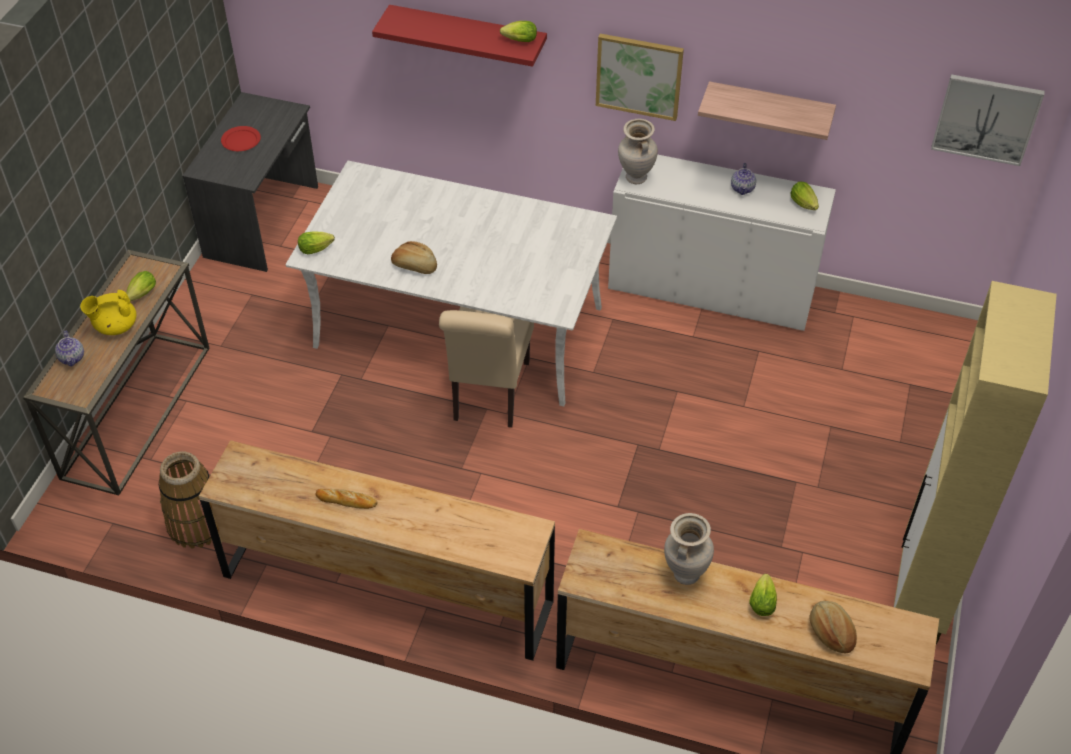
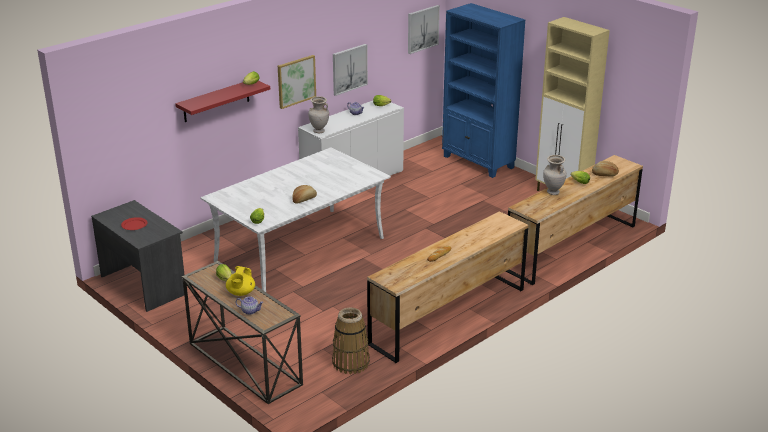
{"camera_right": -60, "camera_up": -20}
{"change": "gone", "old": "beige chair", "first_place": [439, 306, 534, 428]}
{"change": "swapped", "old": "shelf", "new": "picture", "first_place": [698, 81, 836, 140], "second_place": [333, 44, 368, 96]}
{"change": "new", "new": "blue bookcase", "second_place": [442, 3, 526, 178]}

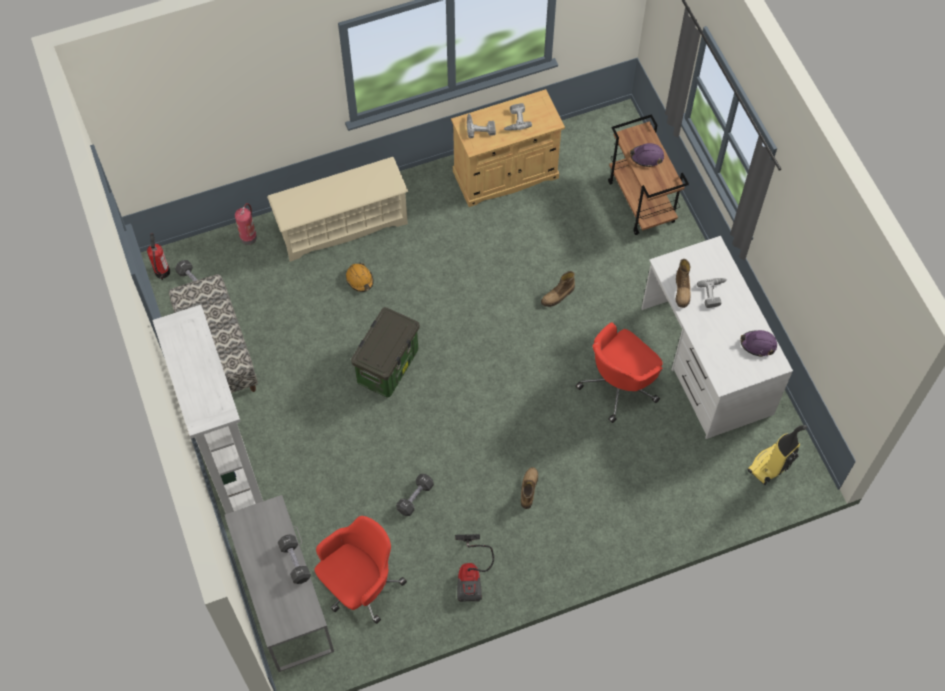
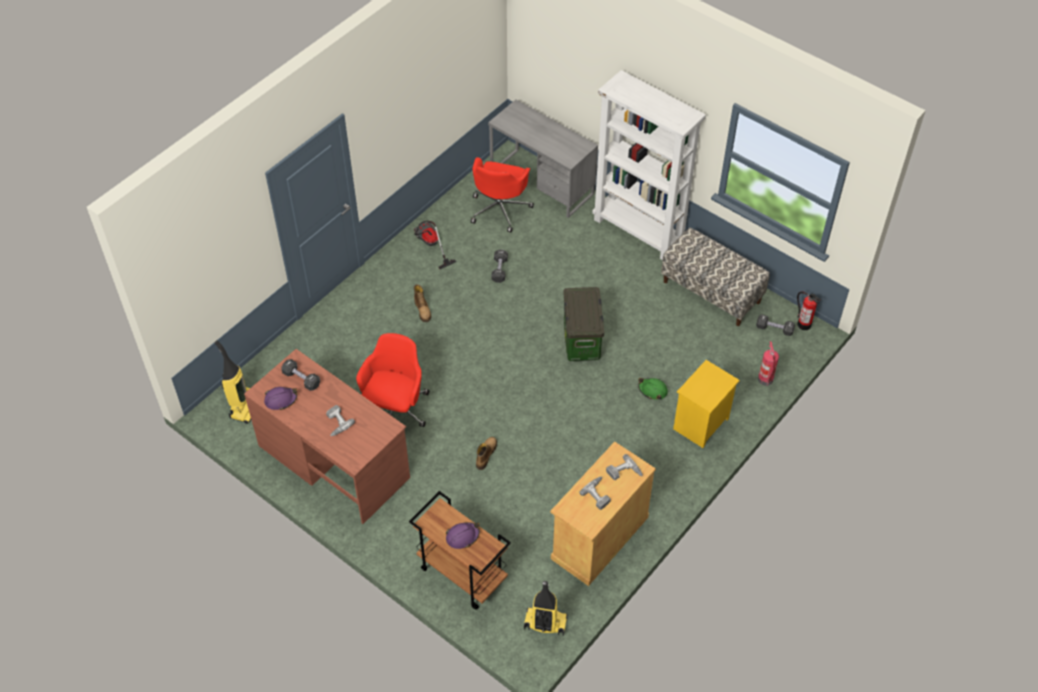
{"camera_right": 150, "camera_up": -10}
{"change": "swapped", "old": "beige shoe rack", "new": "yellow nightstand", "first_place": [267, 157, 408, 262], "second_place": [673, 360, 740, 448]}
{"change": "shifted", "old": "black dumbbell", "first_place": [278, 535, 311, 584], "second_place": [281, 359, 320, 391]}
{"change": "repainted", "old": "orange hard hat", "new": "green hard hat", "first_place": [346, 263, 374, 292], "second_place": [638, 378, 668, 400]}
{"change": "repainted", "old": "white desk", "new": "brown desk", "first_place": [641, 236, 793, 439], "second_place": [244, 349, 410, 524]}
{"change": "gone", "old": "boot", "first_place": [676, 259, 690, 308]}
{"change": "new", "new": "vacuum cleaner", "second_place": [524, 581, 568, 636]}

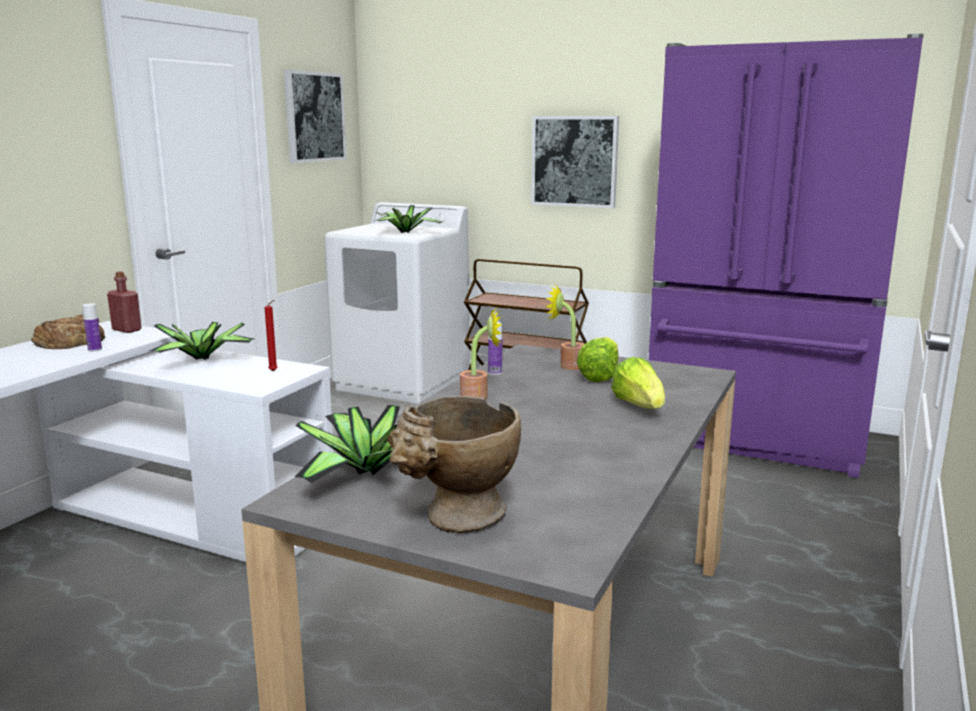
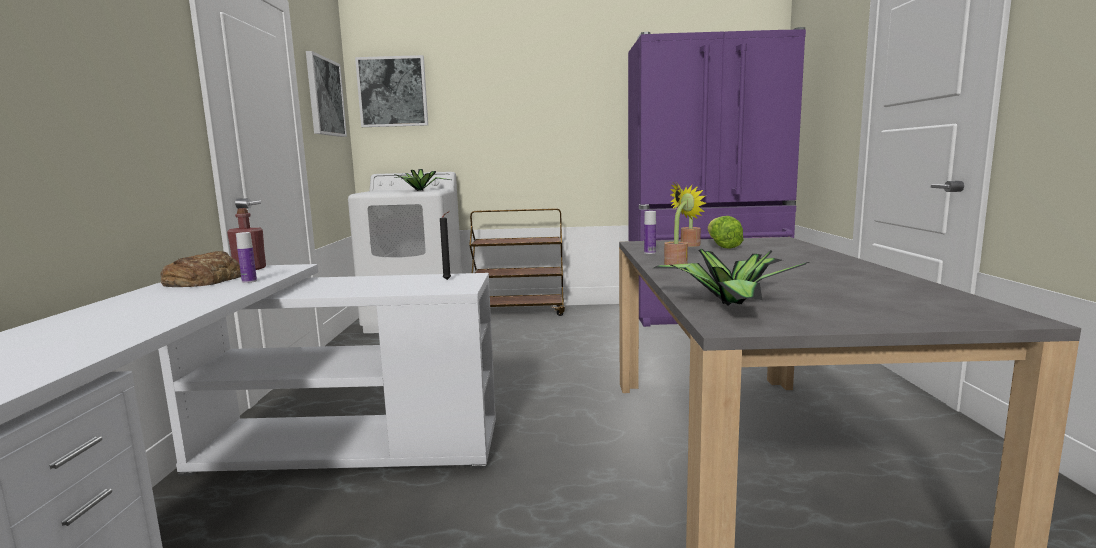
{"camera_right": -25, "camera_up": -5}
{"change": "gone", "old": "potted plant", "first_place": [149, 322, 254, 360]}
{"change": "repainted", "old": "red candle", "new": "black candle", "first_place": [265, 300, 278, 371], "second_place": [440, 211, 451, 280]}
{"change": "gone", "old": "beige vase", "first_place": [387, 396, 521, 533]}
{"change": "shifted", "old": "picture", "first_place": [531, 116, 619, 208], "second_place": [355, 55, 428, 127]}
{"change": "gone", "old": "lettuce", "first_place": [611, 357, 665, 409]}

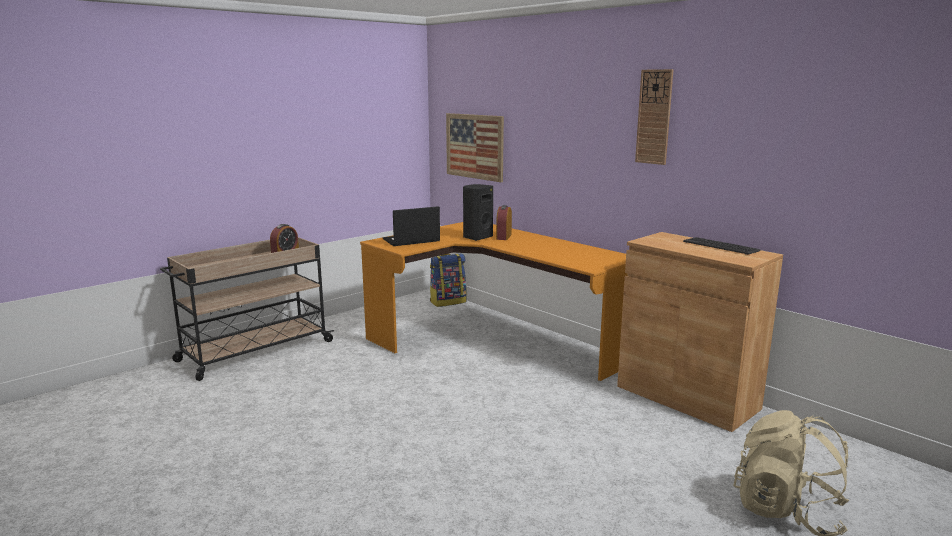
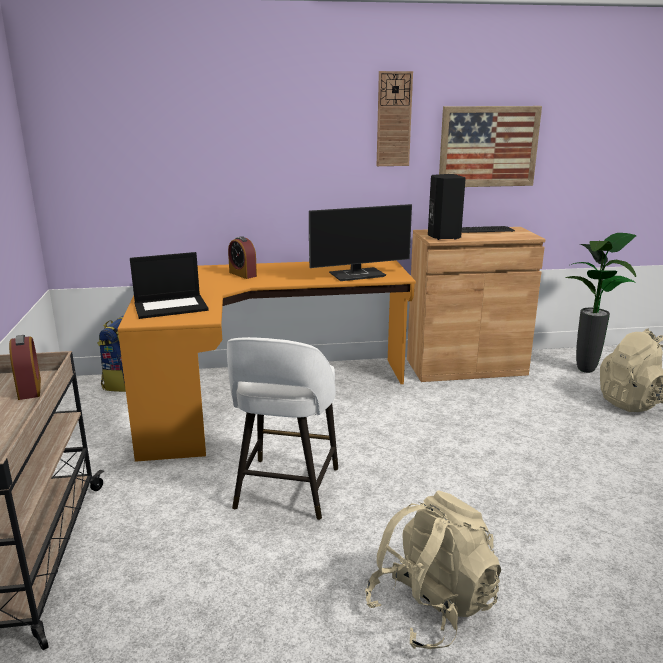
{"camera_right": -55, "camera_up": 5}
{"change": "rotated", "old": "laptop", "first_place": [383, 206, 440, 246], "second_place": [130, 252, 209, 319], "degrees": -120}
{"change": "shifted", "old": "picture", "first_place": [446, 113, 504, 182], "second_place": [439, 106, 542, 187]}
{"change": "shifted", "old": "black speaker", "first_place": [463, 184, 493, 241], "second_place": [428, 174, 466, 240]}
{"change": "new", "new": "white stool", "second_place": [227, 337, 338, 520]}
{"change": "new", "new": "monitor", "second_place": [309, 204, 412, 281]}
{"change": "new", "new": "beige backpack", "second_place": [365, 490, 501, 649]}
{"change": "new", "new": "potted plant", "second_place": [565, 233, 637, 373]}

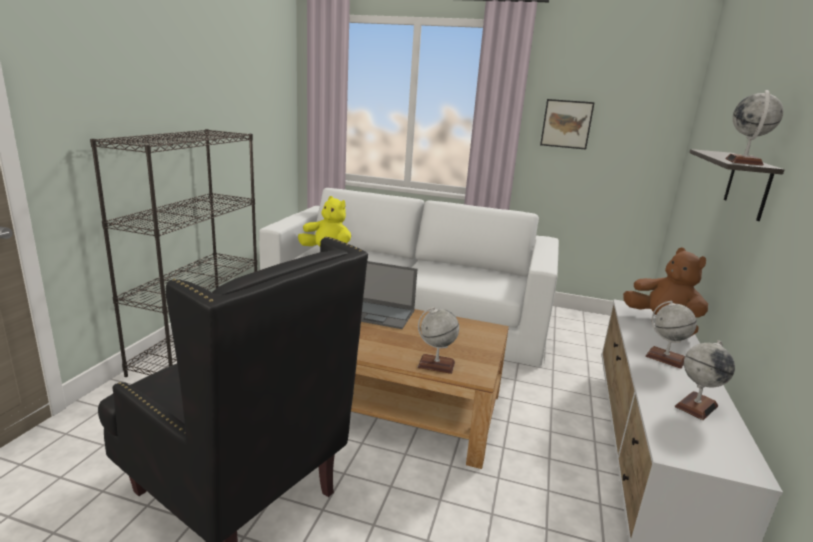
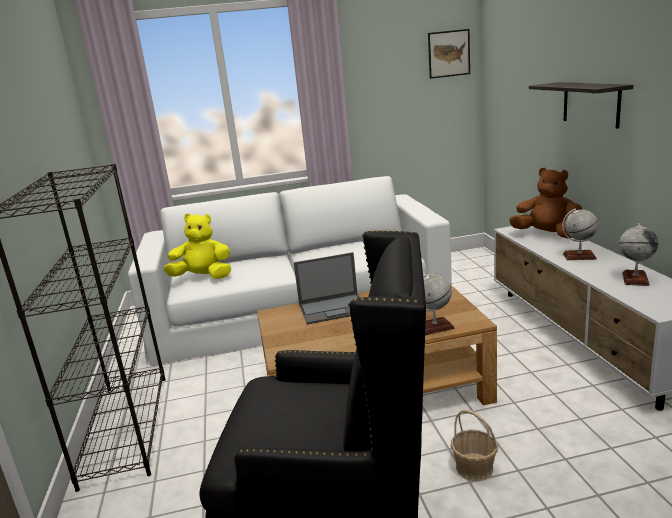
{"camera_right": -25, "camera_up": 0}
{"change": "shifted", "old": "picture", "first_place": [540, 99, 595, 150], "second_place": [428, 29, 470, 79]}
{"change": "gone", "old": "globe", "first_place": [725, 90, 783, 166]}
{"change": "new", "new": "basket", "second_place": [451, 410, 498, 481]}

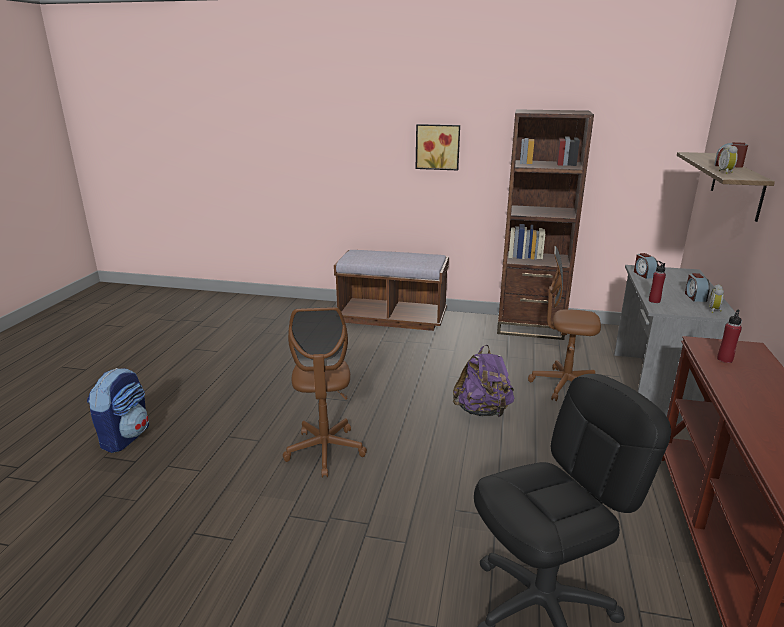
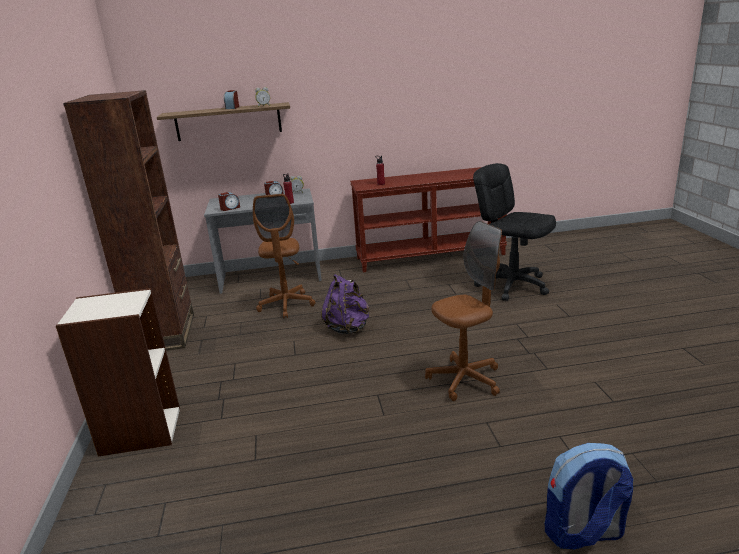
{"camera_right": -110, "camera_up": 0}
{"change": "swapped", "old": "brown bench", "new": "bookcase", "first_place": [334, 250, 449, 331], "second_place": [56, 288, 180, 457]}
{"change": "gone", "old": "picture", "first_place": [416, 124, 460, 170]}

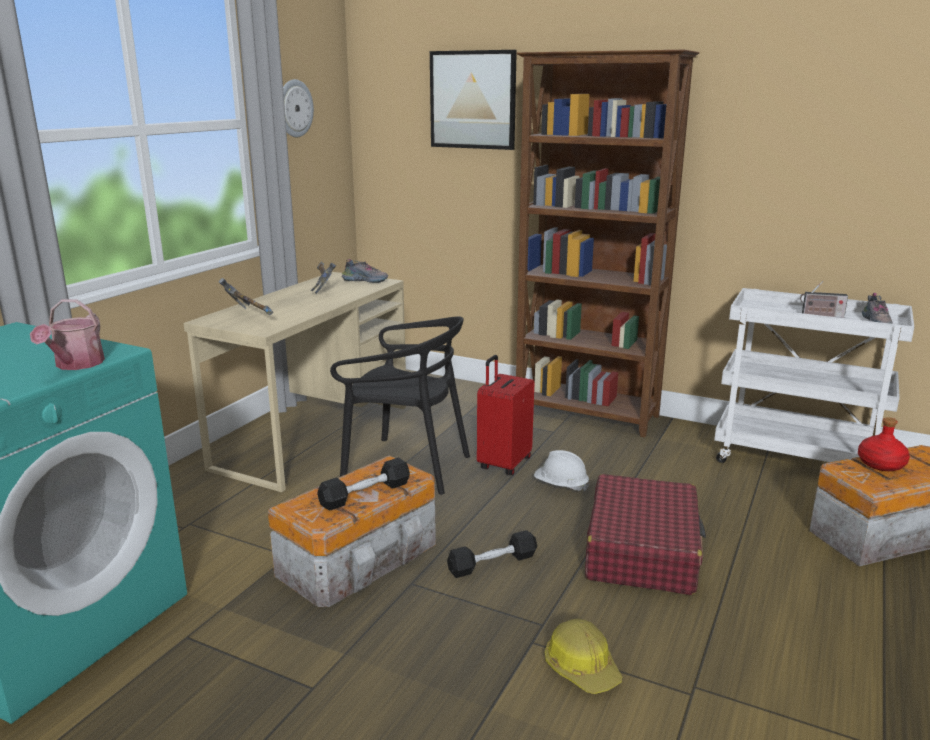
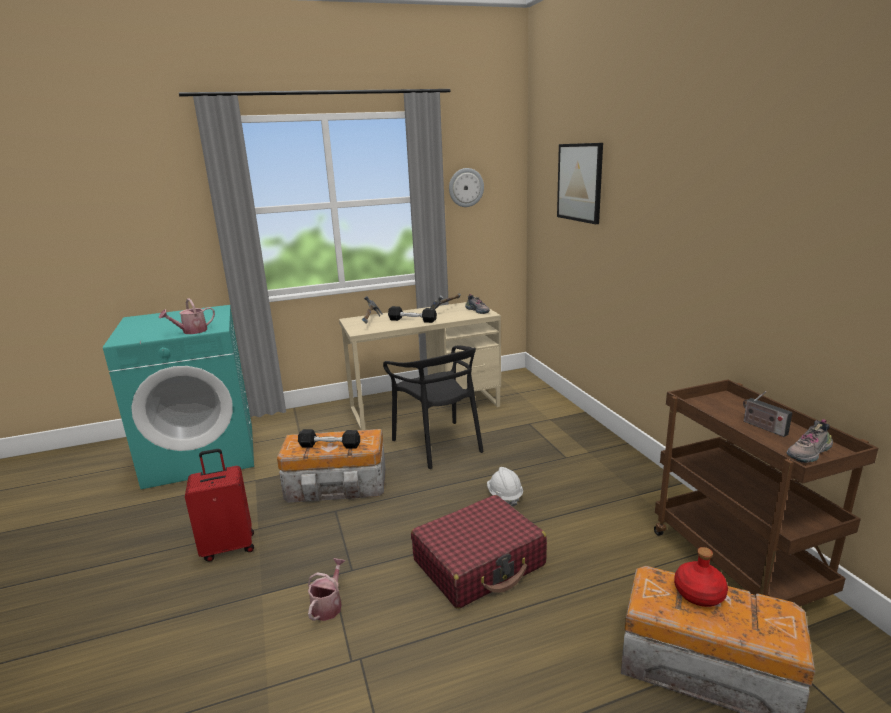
{"camera_right": 45, "camera_up": 0}
{"change": "shifted", "old": "black dumbbell", "first_place": [447, 530, 537, 578], "second_place": [388, 306, 437, 323]}
{"change": "shifted", "old": "red suitcase", "first_place": [477, 355, 535, 475], "second_place": [185, 449, 254, 562]}
{"change": "gone", "old": "brown bookcase", "first_place": [516, 50, 699, 437]}
{"change": "swapped", "old": "hard hat", "new": "watering can", "first_place": [545, 619, 622, 694], "second_place": [308, 558, 345, 621]}
{"change": "repainted", "old": "white cart", "new": "brown cart", "first_place": [714, 288, 914, 463], "second_place": [654, 379, 878, 606]}

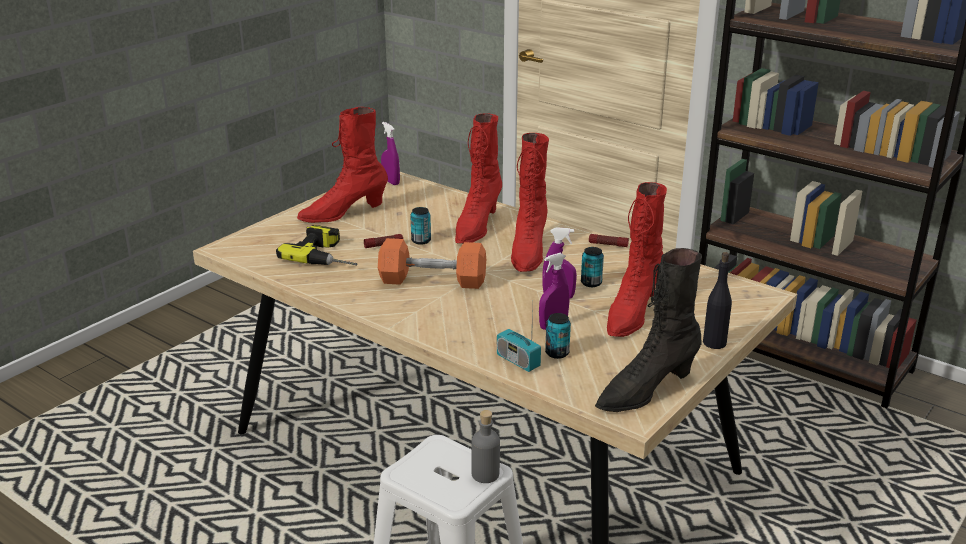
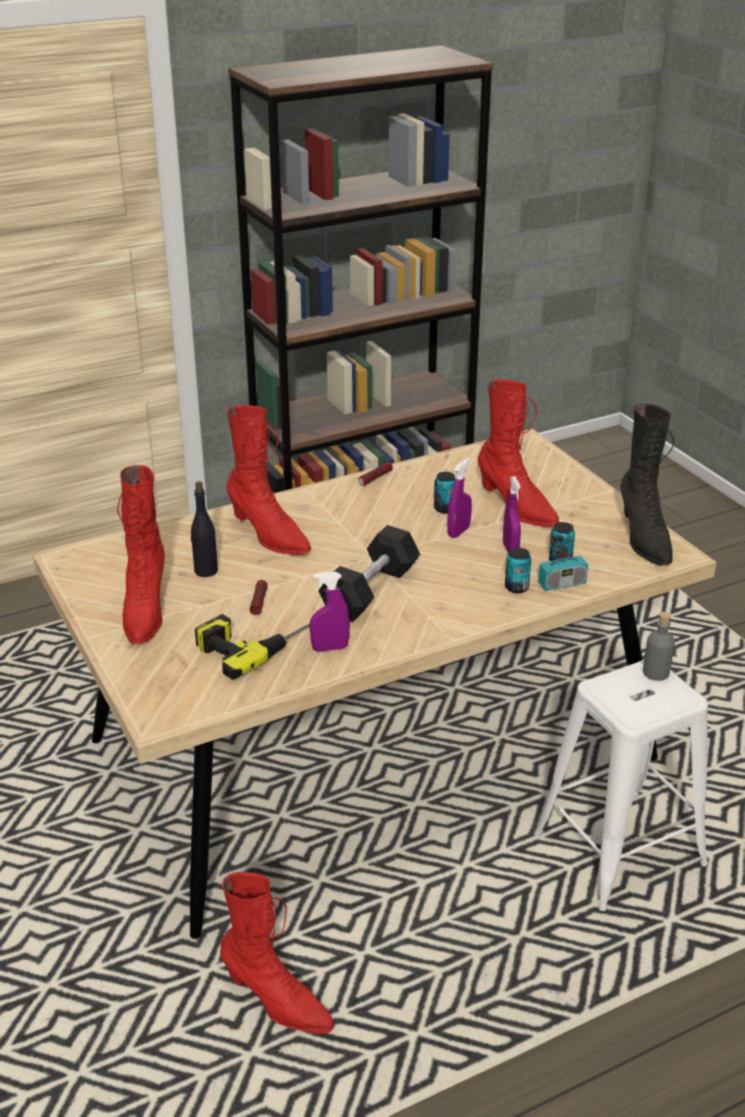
{"camera_right": -65, "camera_up": 5}
{"change": "repainted", "old": "orange dumbbell", "new": "black dumbbell", "first_place": [378, 238, 486, 289], "second_place": [318, 525, 420, 622]}
{"change": "shifted", "old": "purple spray bottle", "first_place": [381, 122, 400, 185], "second_place": [309, 572, 350, 652]}
{"change": "shifted", "old": "can", "first_place": [410, 207, 431, 245], "second_place": [505, 548, 531, 593]}
{"change": "shifted", "old": "red boot", "first_place": [511, 133, 549, 272], "second_place": [220, 872, 334, 1034]}
{"change": "shifted", "old": "black bottle", "first_place": [703, 252, 732, 349], "second_place": [191, 481, 218, 577]}

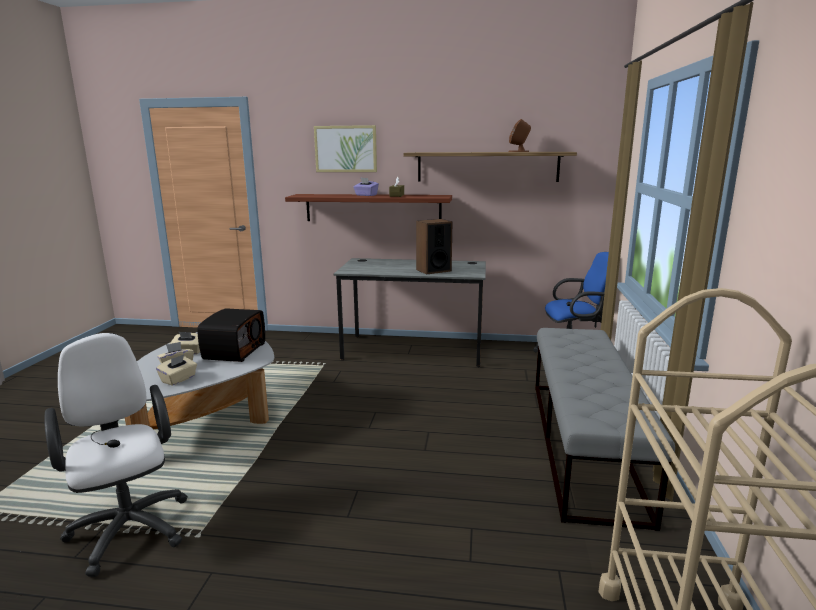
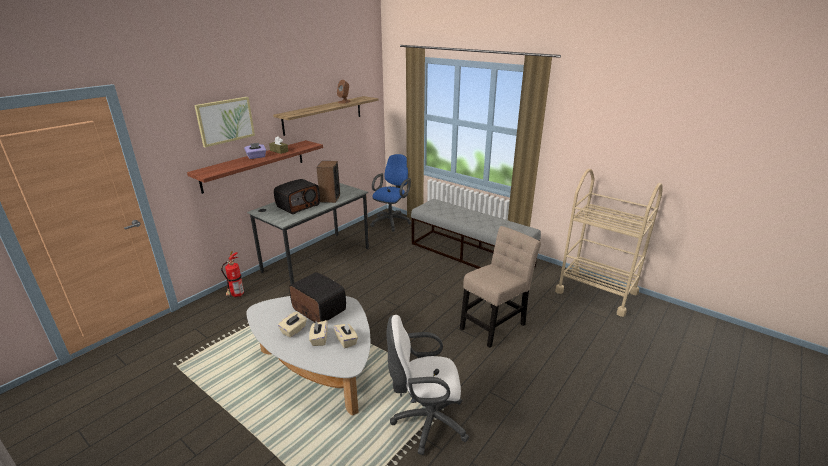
{"camera_right": -60, "camera_up": 10}
{"change": "new", "new": "fire extinguisher", "second_place": [221, 251, 244, 297]}
{"change": "new", "new": "radio", "second_place": [274, 179, 320, 214]}
{"change": "new", "new": "beige chair", "second_place": [460, 226, 541, 348]}

